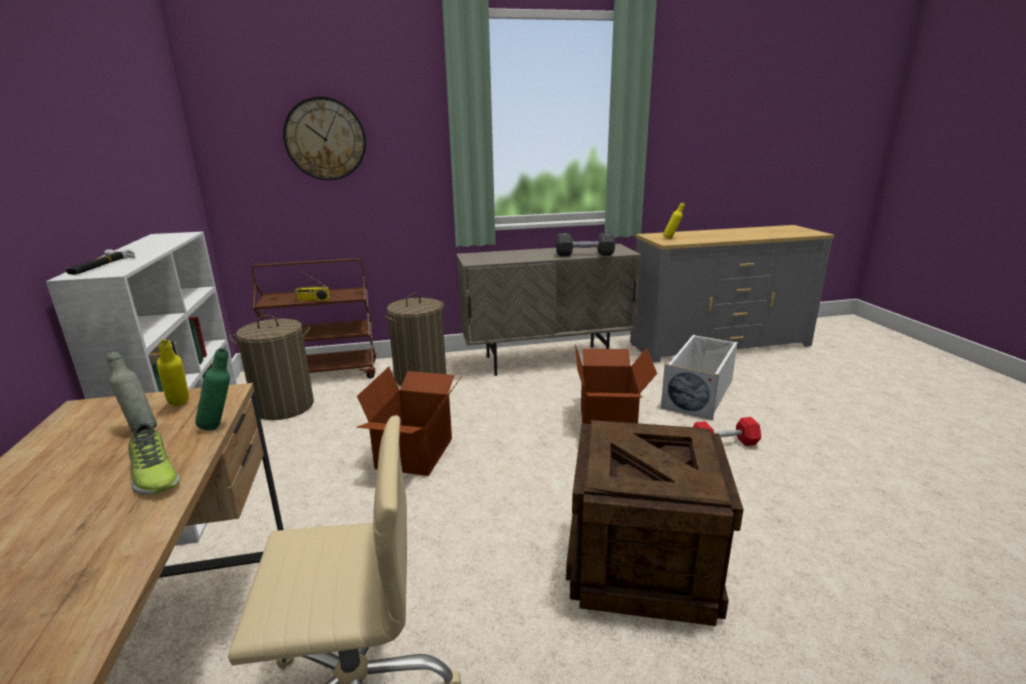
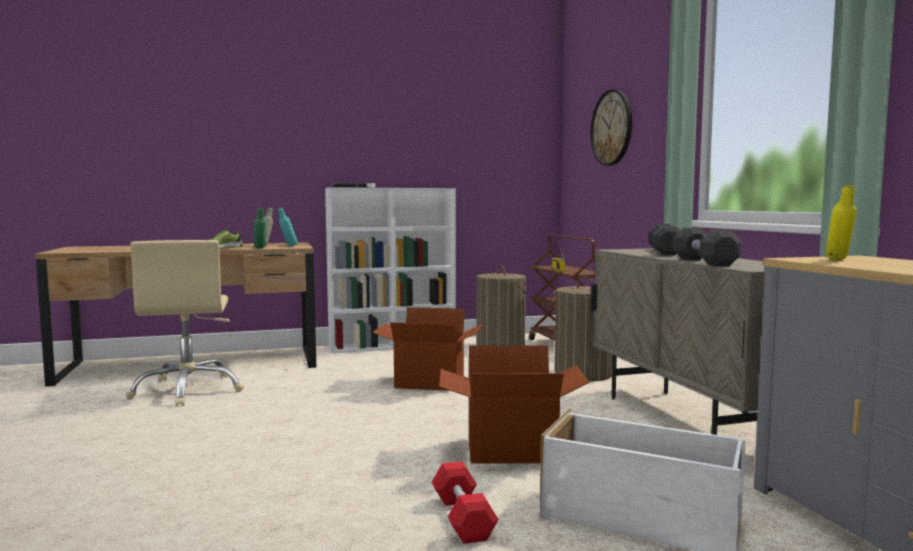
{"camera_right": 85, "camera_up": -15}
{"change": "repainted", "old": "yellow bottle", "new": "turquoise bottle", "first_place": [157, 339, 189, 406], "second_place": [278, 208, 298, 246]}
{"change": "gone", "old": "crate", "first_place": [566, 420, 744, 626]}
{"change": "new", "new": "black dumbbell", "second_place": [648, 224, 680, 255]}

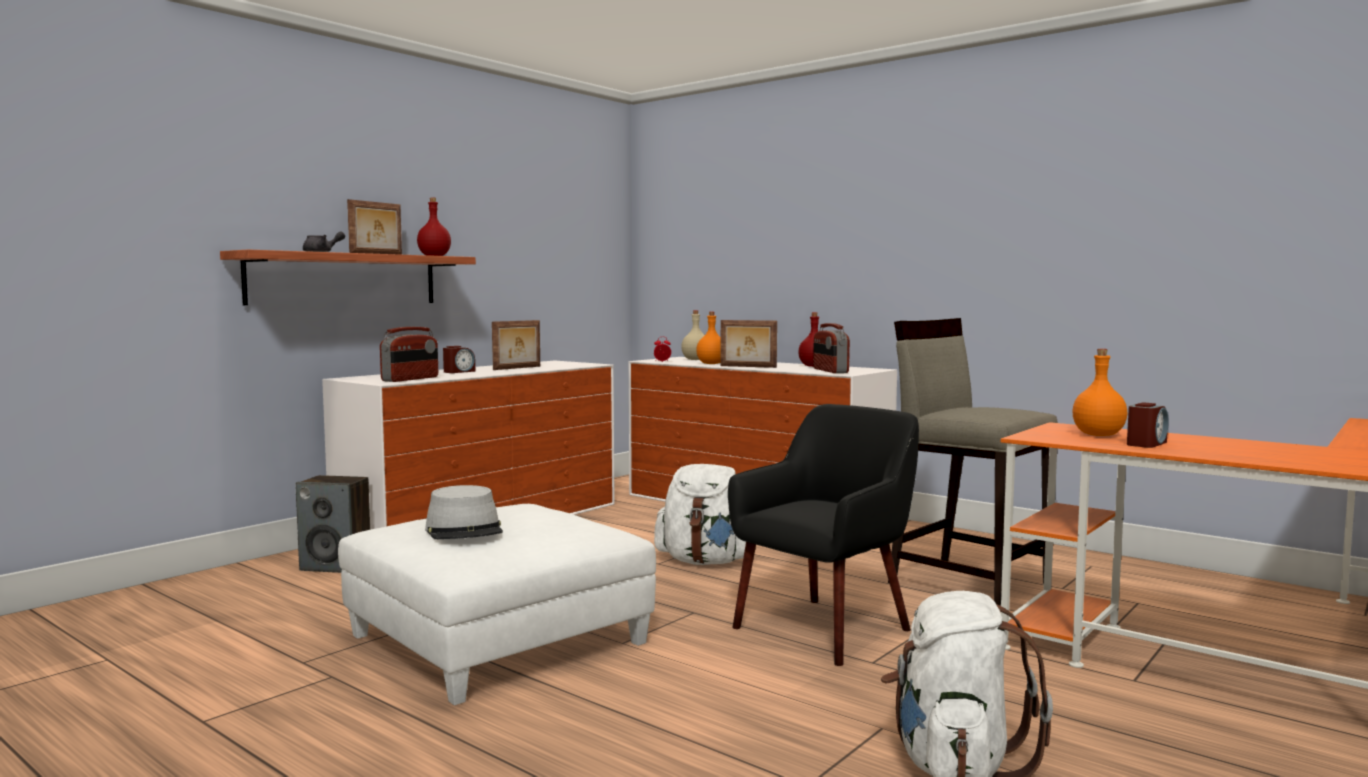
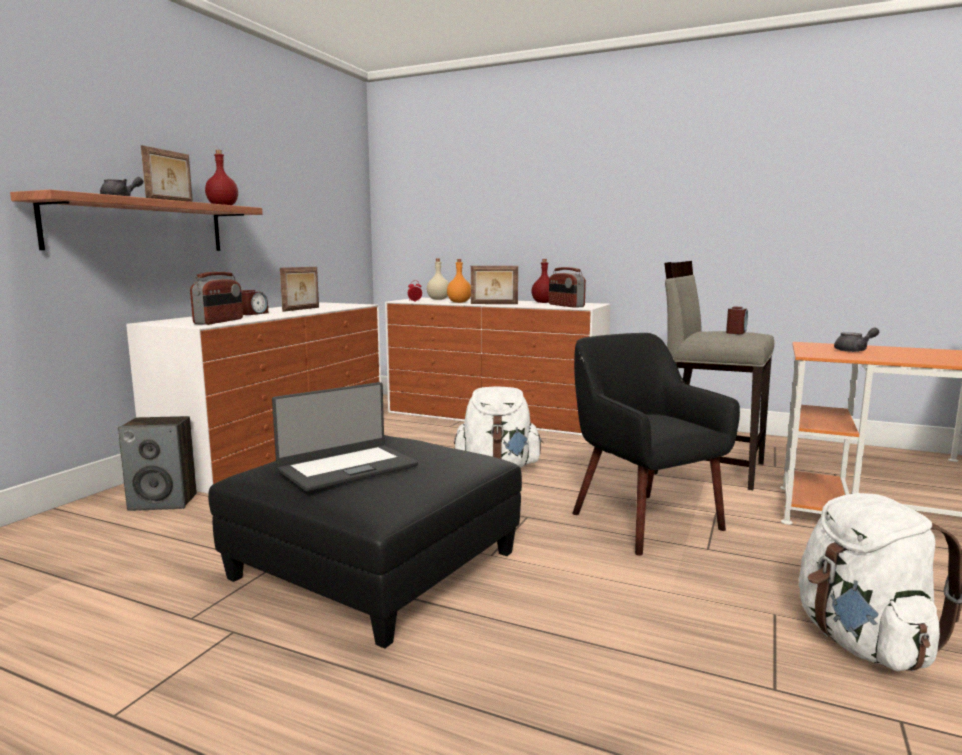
{"camera_right": -15, "camera_up": 5}
{"change": "repainted", "old": "white ottoman", "new": "black ottoman", "first_place": [338, 504, 656, 705], "second_place": [208, 435, 522, 649]}
{"change": "swapped", "old": "grey hat", "new": "laptop", "first_place": [425, 485, 503, 539], "second_place": [272, 382, 418, 492]}
{"change": "rotated", "old": "black armchair", "first_place": [728, 404, 919, 666], "second_place": [572, 333, 740, 556], "degrees": -60}
{"change": "swapped", "old": "orange bottle", "new": "grey teapot", "first_place": [1072, 349, 1127, 436], "second_place": [834, 328, 879, 352]}
{"change": "shifted", "old": "alarm clock", "first_place": [1127, 402, 1169, 448], "second_place": [726, 306, 748, 334]}

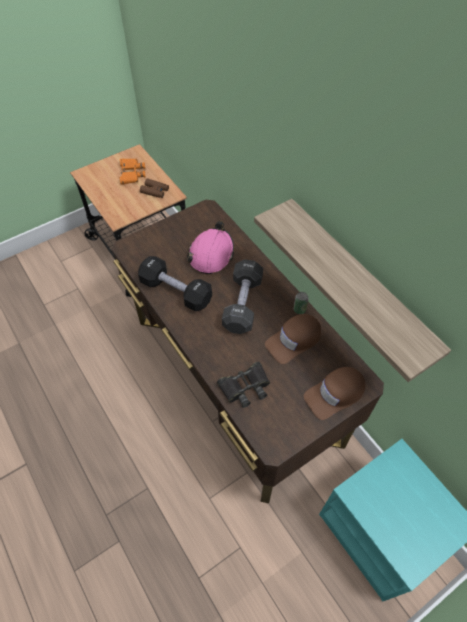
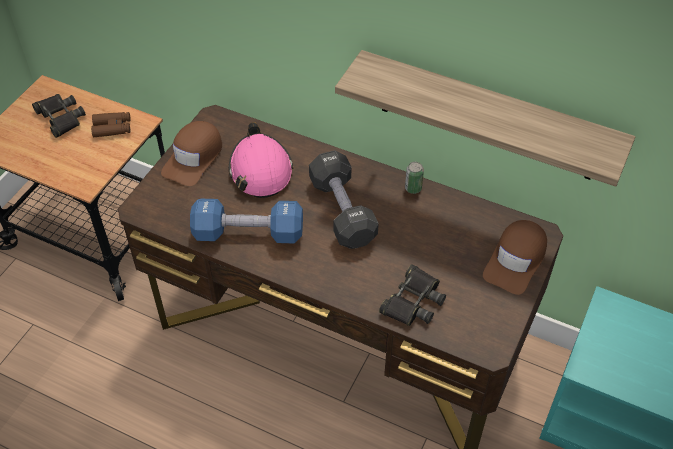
{"camera_right": -30, "camera_up": -5}
{"change": "repainted", "old": "orange binoculars", "new": "black binoculars", "first_place": [120, 158, 146, 185], "second_place": [32, 94, 86, 138]}
{"change": "repainted", "old": "black dumbbell", "new": "blue dumbbell", "first_place": [138, 256, 212, 311], "second_place": [190, 199, 303, 243]}
{"change": "shifted", "old": "brown cap", "first_place": [265, 314, 321, 364], "second_place": [161, 121, 222, 186]}

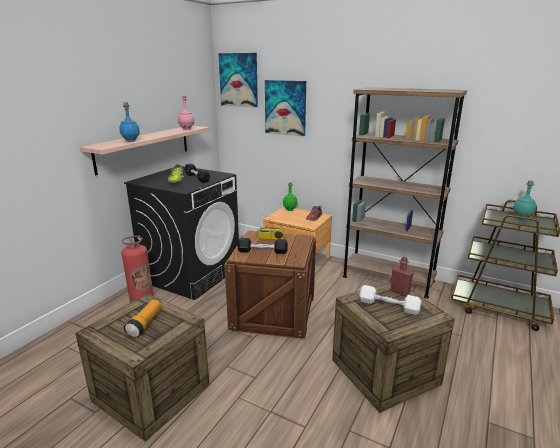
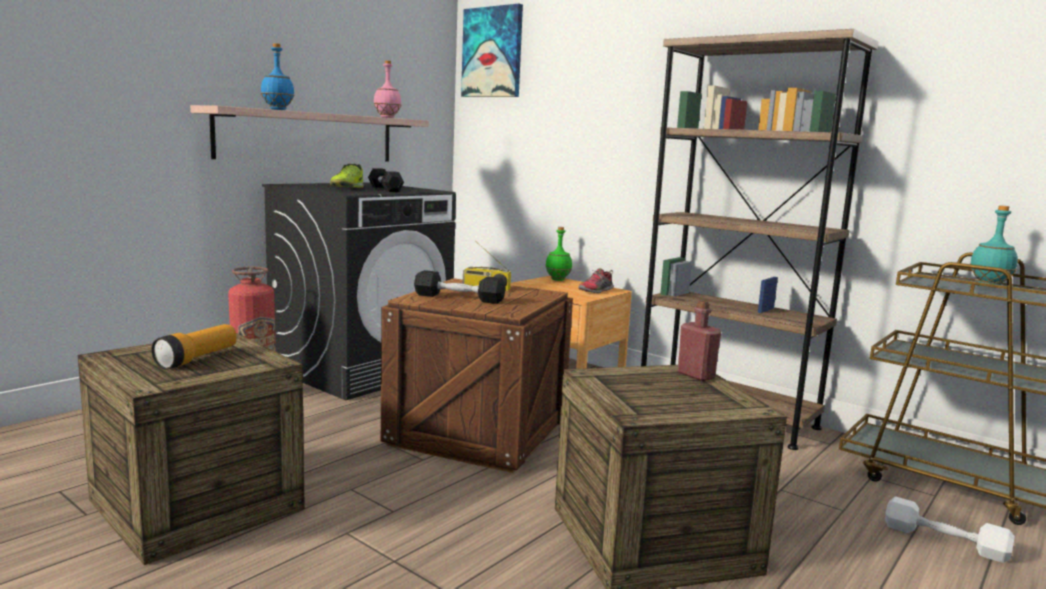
{"camera_right": 10, "camera_up": -10}
{"change": "gone", "old": "picture", "first_place": [265, 80, 306, 136]}
{"change": "shifted", "old": "white dumbbell", "first_place": [359, 285, 421, 315], "second_place": [885, 496, 1015, 563]}

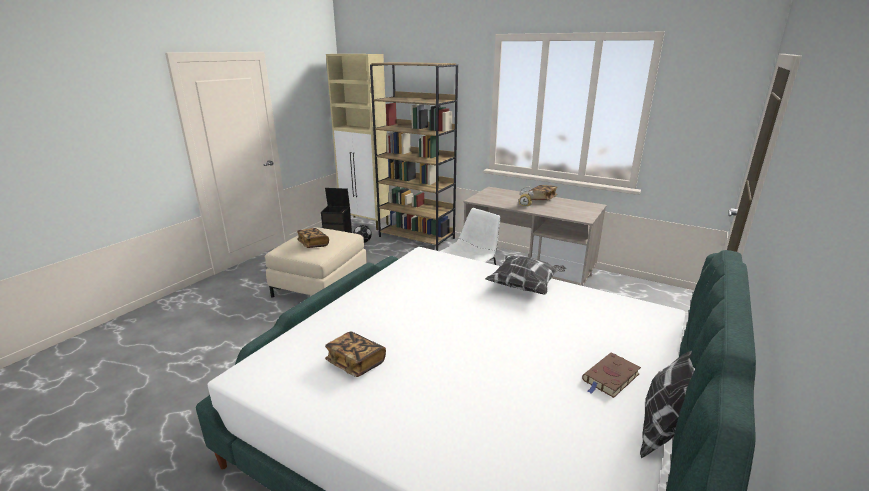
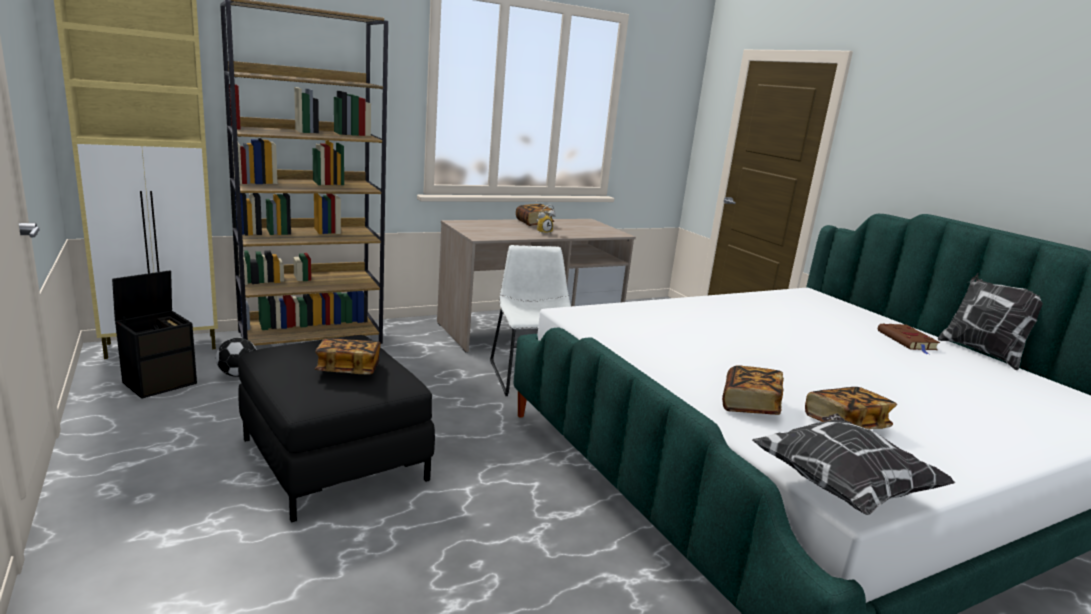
{"camera_right": -60, "camera_up": -5}
{"change": "repainted", "old": "beige ottoman", "new": "black ottoman", "first_place": [265, 228, 367, 298], "second_place": [238, 335, 435, 523]}
{"change": "shifted", "old": "pillow", "first_place": [485, 256, 566, 295], "second_place": [752, 413, 955, 515]}
{"change": "new", "new": "book", "second_place": [722, 366, 784, 415]}

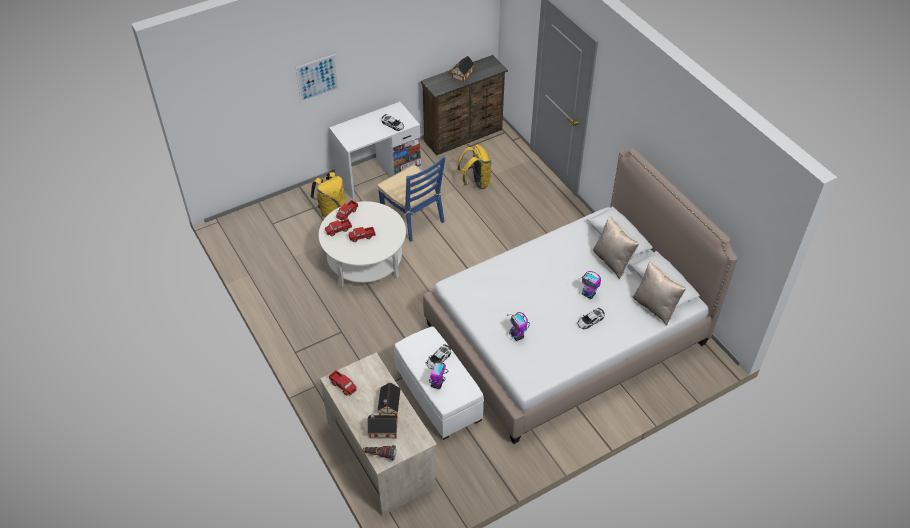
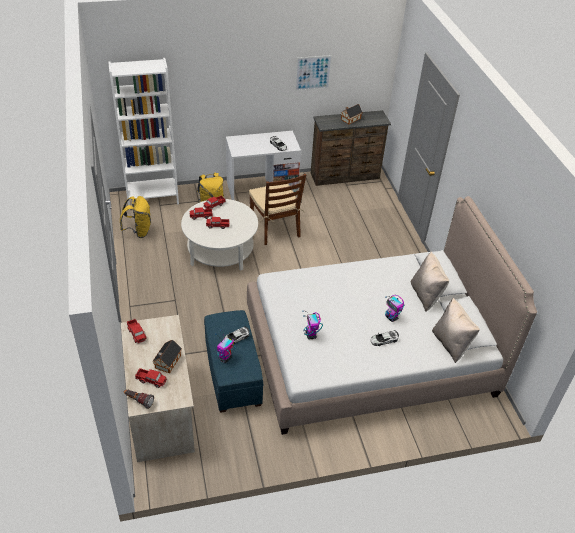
{"camera_right": 15, "camera_up": -5}
{"change": "shifted", "old": "picture", "first_place": [296, 54, 339, 102], "second_place": [295, 55, 332, 91]}
{"change": "swapped", "old": "toy house", "new": "toy truck", "first_place": [368, 414, 398, 438], "second_place": [135, 368, 167, 388]}
{"change": "repainted", "old": "blue chair", "new": "brown chair", "first_place": [377, 156, 446, 242], "second_place": [249, 174, 306, 245]}
{"change": "repainted", "old": "white ottoman", "new": "blue ottoman", "first_place": [394, 326, 484, 440], "second_place": [204, 310, 264, 413]}
{"change": "shifted", "old": "yellow backpack", "first_place": [457, 145, 492, 189], "second_place": [120, 196, 151, 238]}
{"change": "new", "new": "white bookcase", "second_place": [108, 58, 179, 210]}

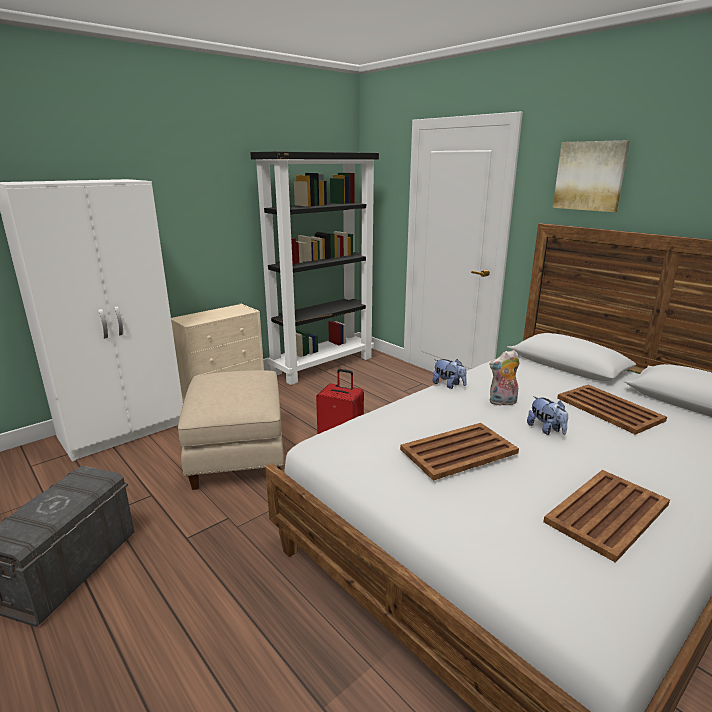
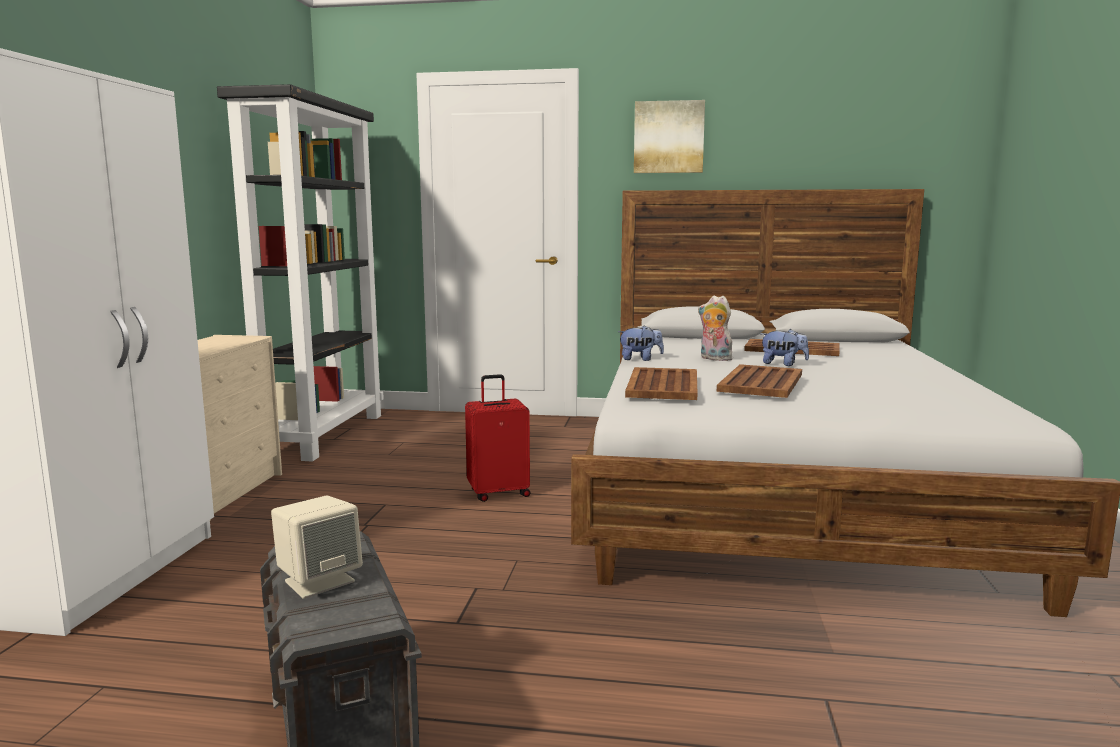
{"camera_right": -40, "camera_up": -10}
{"change": "gone", "old": "beige ottoman", "first_place": [178, 370, 284, 490]}
{"change": "rotated", "old": "plush toy", "first_place": [489, 350, 520, 406], "second_place": [698, 296, 732, 361], "degrees": 90}
{"change": "shifted", "old": "brown tray", "first_place": [543, 470, 670, 563], "second_place": [625, 367, 697, 400]}
{"change": "new", "new": "beige speaker", "second_place": [271, 496, 363, 599]}

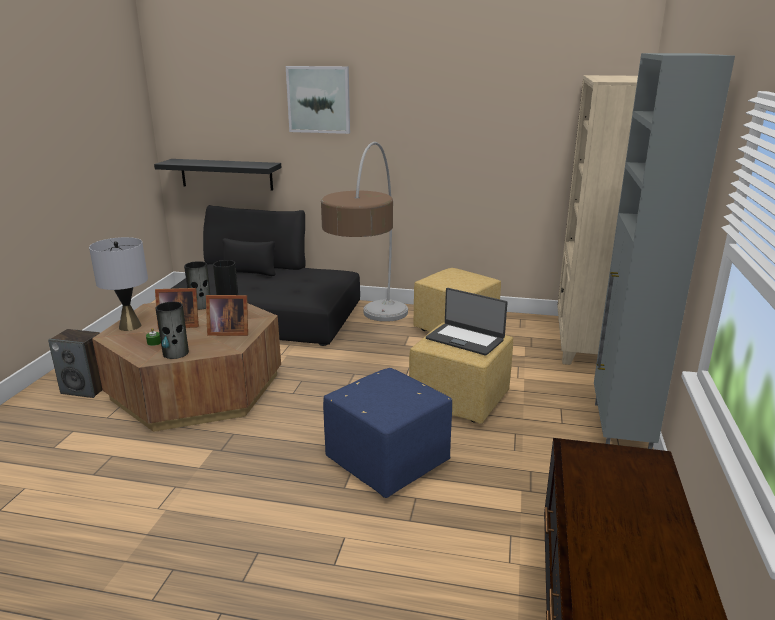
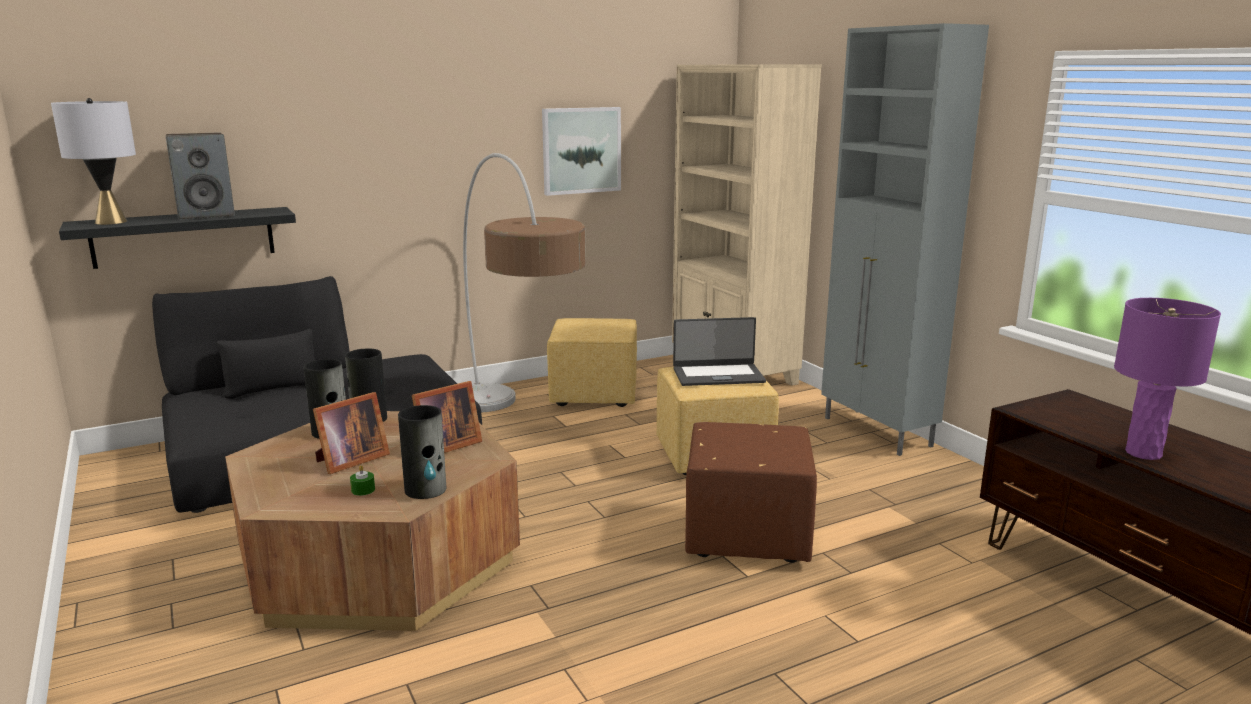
{"camera_right": -40, "camera_up": -5}
{"change": "shifted", "old": "speaker", "first_place": [48, 329, 102, 398], "second_place": [166, 133, 235, 220]}
{"change": "shifted", "old": "grey table lamp", "first_place": [89, 237, 148, 331], "second_place": [51, 98, 136, 225]}
{"change": "shifted", "old": "picture", "first_place": [286, 66, 350, 134], "second_place": [542, 107, 621, 196]}
{"change": "repainted", "old": "blue ottoman", "new": "brown ottoman", "first_place": [323, 368, 452, 498], "second_place": [685, 422, 817, 563]}
{"change": "new", "new": "purple table lamp", "second_place": [1114, 298, 1221, 460]}

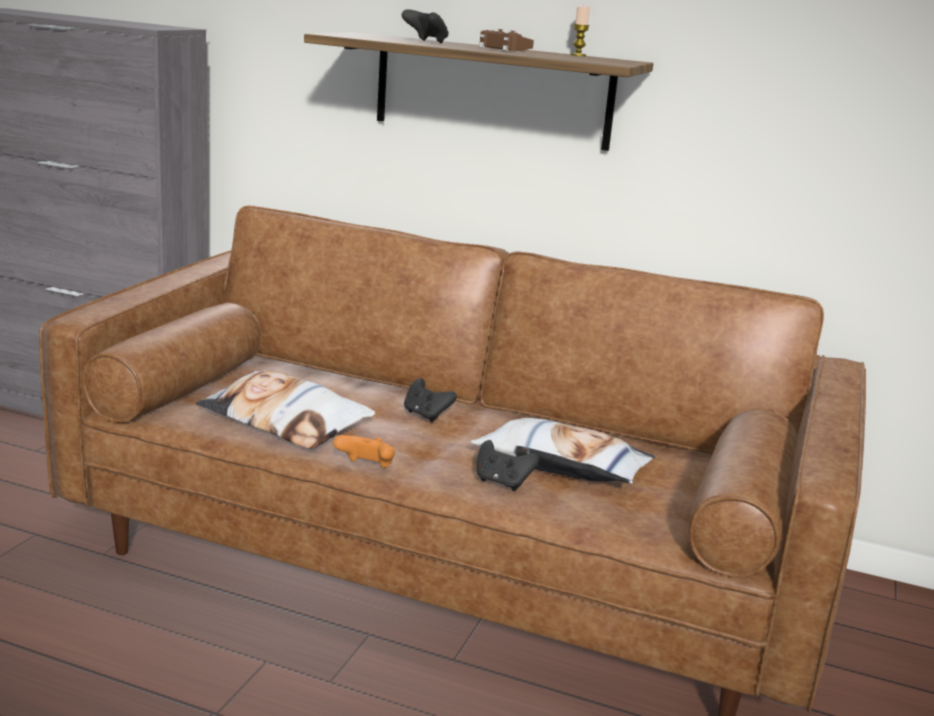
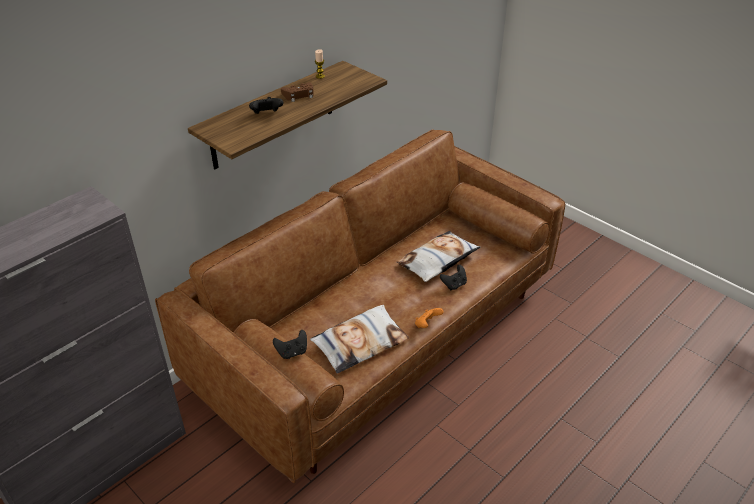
{"camera_right": -65, "camera_up": 20}
{"change": "shifted", "old": "black game controller", "first_place": [404, 378, 457, 422], "second_place": [273, 330, 307, 359]}

